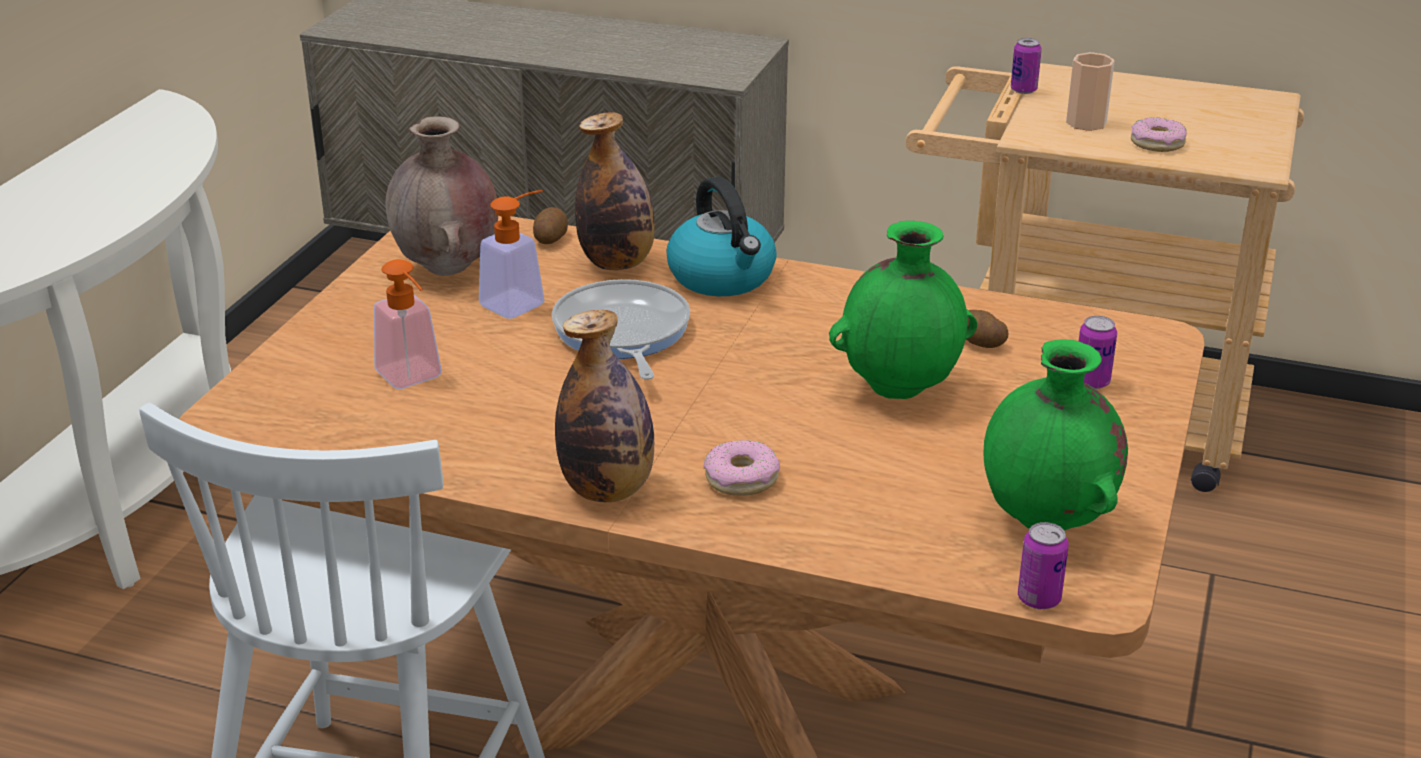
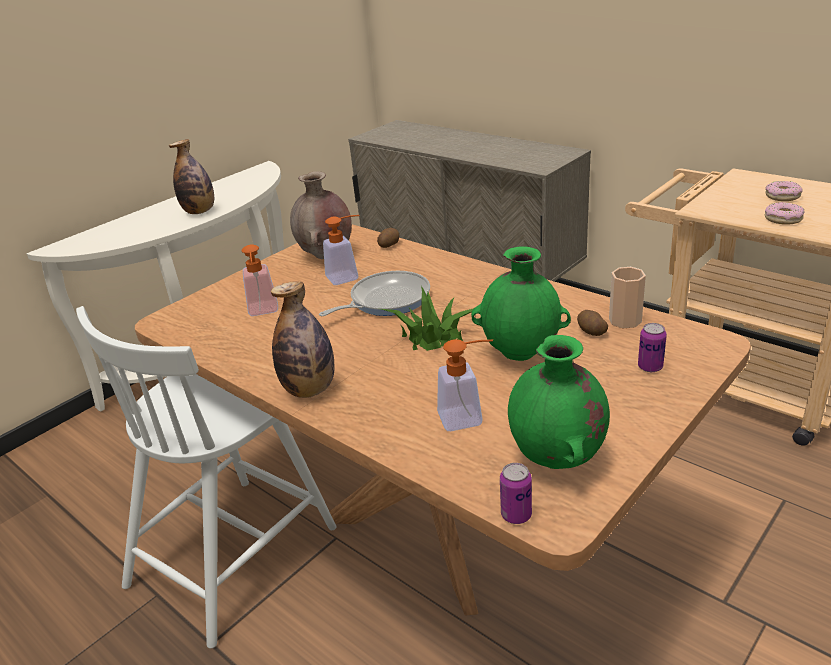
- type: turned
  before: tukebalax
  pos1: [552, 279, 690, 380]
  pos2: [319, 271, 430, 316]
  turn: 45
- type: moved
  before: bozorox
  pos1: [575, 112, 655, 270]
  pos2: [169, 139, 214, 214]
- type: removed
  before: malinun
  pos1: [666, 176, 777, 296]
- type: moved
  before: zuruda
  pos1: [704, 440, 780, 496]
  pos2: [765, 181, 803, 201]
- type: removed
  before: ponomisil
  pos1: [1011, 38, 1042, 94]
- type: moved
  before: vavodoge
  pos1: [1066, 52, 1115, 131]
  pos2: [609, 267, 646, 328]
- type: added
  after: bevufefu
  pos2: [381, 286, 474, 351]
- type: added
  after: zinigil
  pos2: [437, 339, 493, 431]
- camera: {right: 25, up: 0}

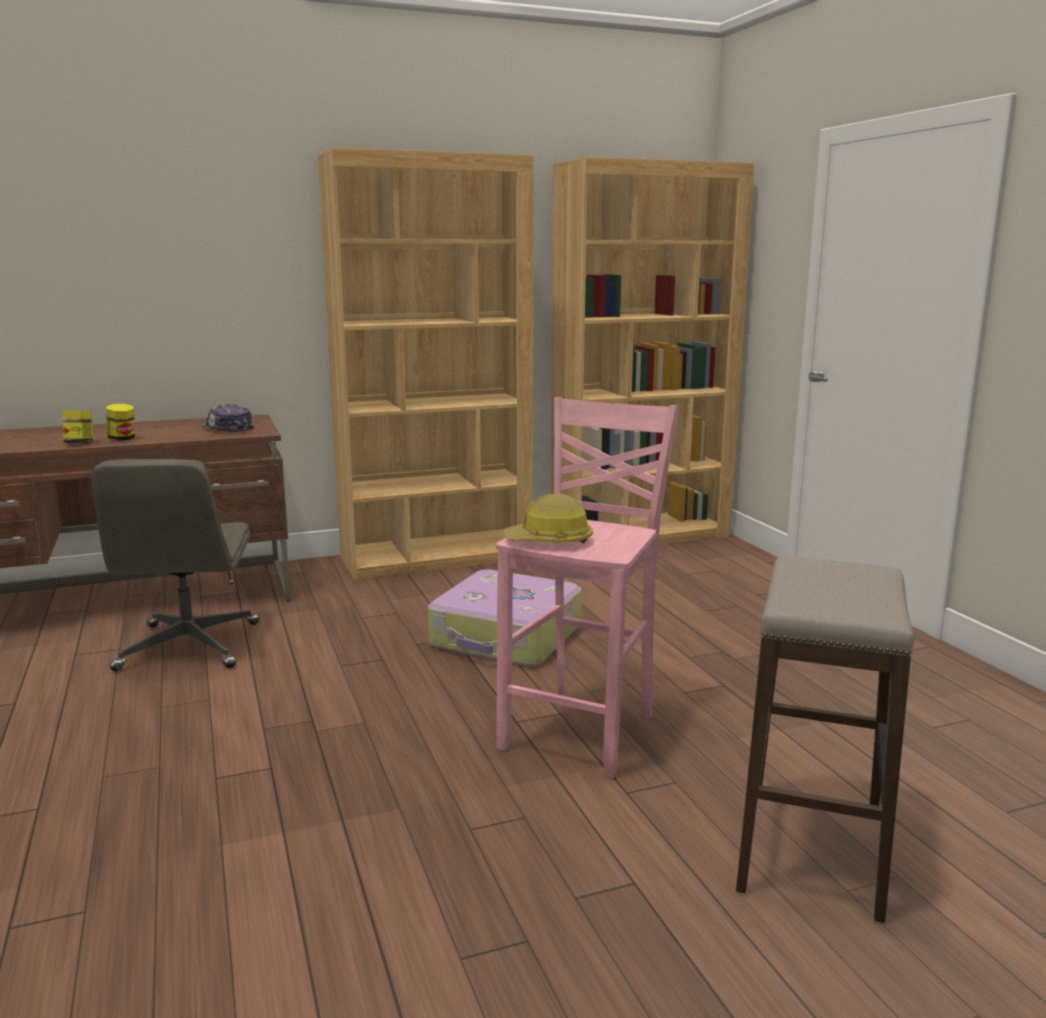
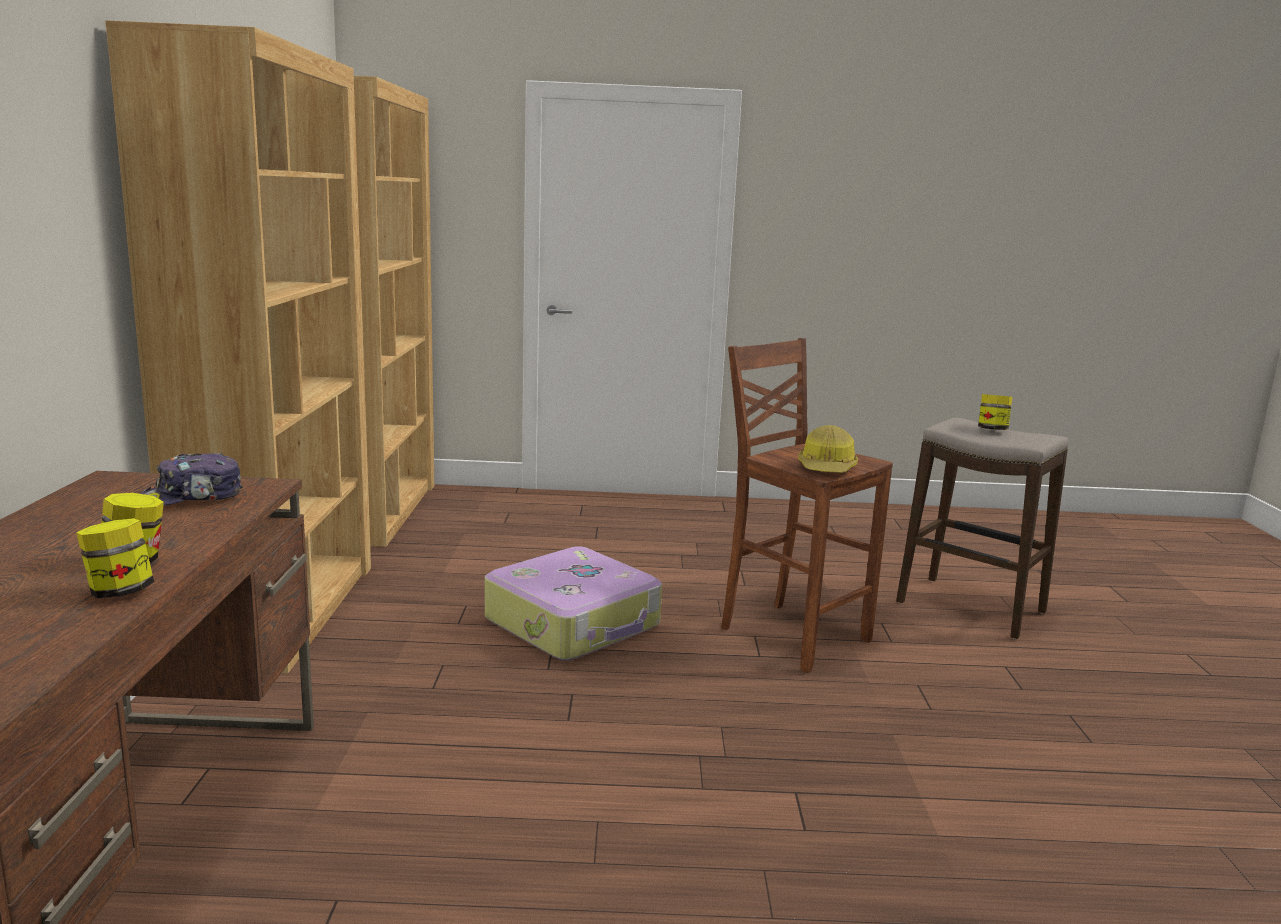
- type: removed
  before: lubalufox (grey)
  pos1: [91, 459, 259, 672]
- type: recoloured
  before: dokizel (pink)
  after: dokizel (brown)
  pos1: [496, 397, 679, 779]
  pos2: [721, 338, 893, 673]
- type: added
  after: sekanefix
  pos2: [978, 394, 1012, 430]
- camera: {right: -70, up: 0}

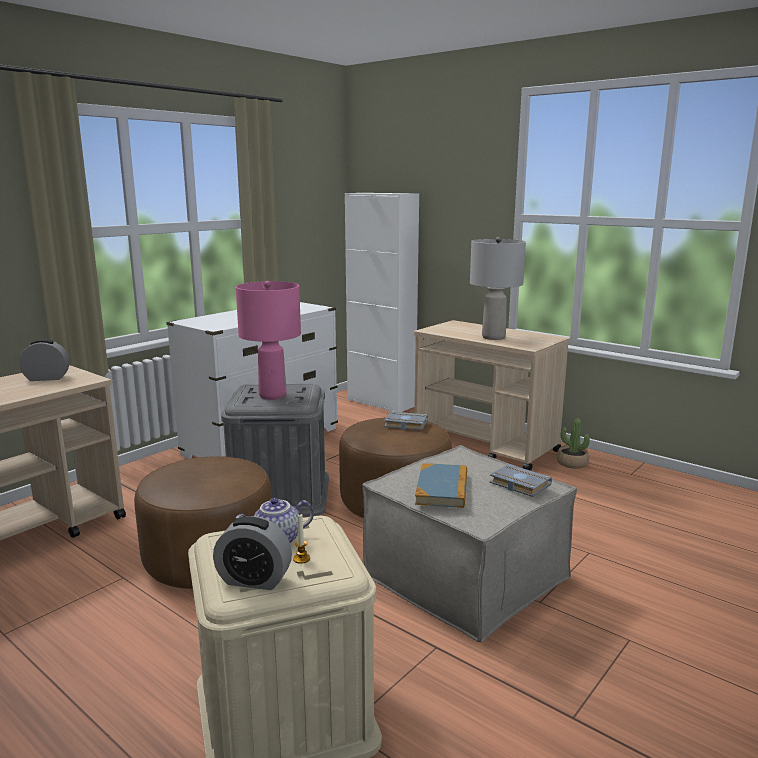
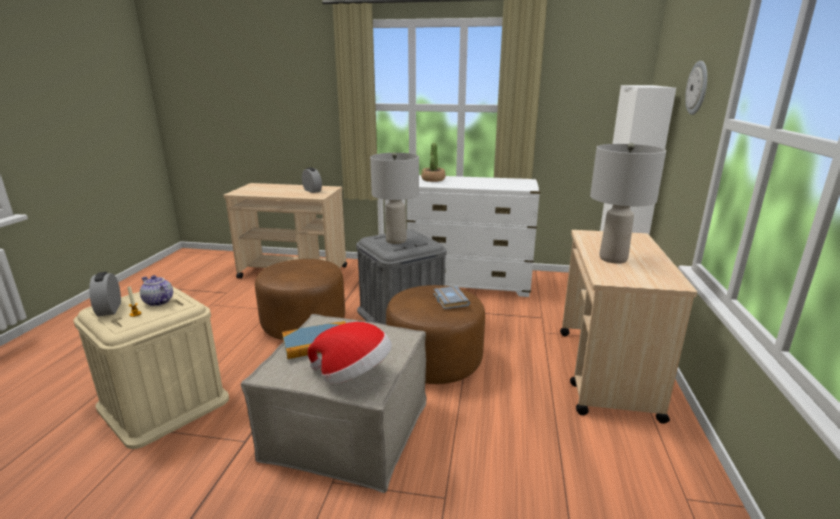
- type: recoloured
  before: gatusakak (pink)
  after: gatusakak (grey)
  pos1: [236, 281, 301, 400]
  pos2: [370, 152, 419, 244]
- type: replaced
  before: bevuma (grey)
  after: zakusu
  pos1: [489, 464, 552, 497]
  pos2: [307, 322, 392, 384]
- type: moved
  before: bevufefu
  pos1: [556, 418, 590, 469]
  pos2: [421, 143, 446, 182]
- type: added
  after: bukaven
  pos2: [685, 61, 707, 115]
- camera: {right: 60, up: 5}

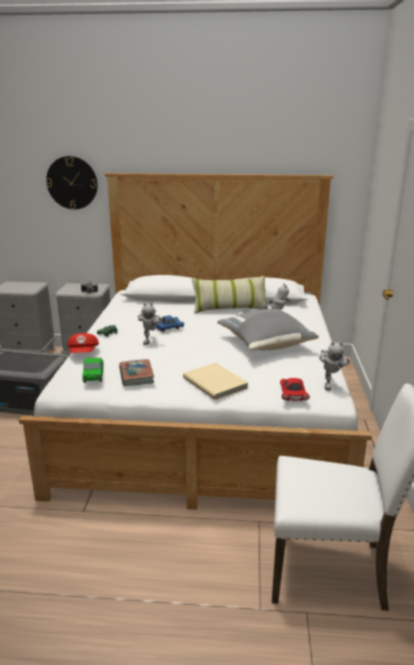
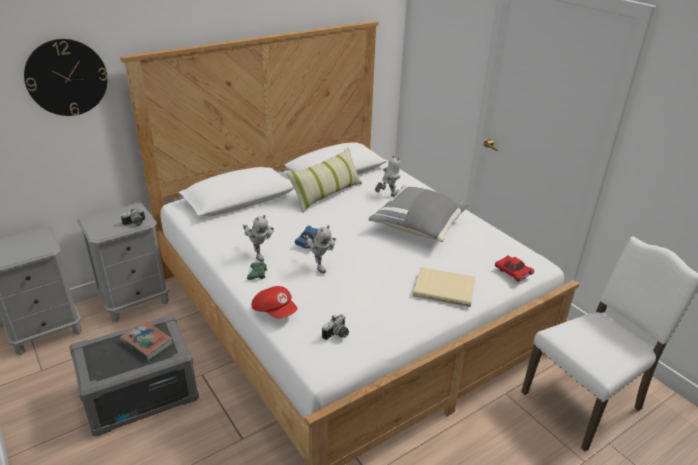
- type: replaced
  before: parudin
  after: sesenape
  pos1: [82, 358, 103, 383]
  pos2: [322, 314, 349, 340]
- type: moved
  before: bevuma
  pos1: [119, 359, 154, 386]
  pos2: [120, 321, 173, 361]
- type: moved
  before: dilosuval
  pos1: [319, 342, 350, 391]
  pos2: [243, 215, 274, 262]
- camera: {right: -40, up: 10}

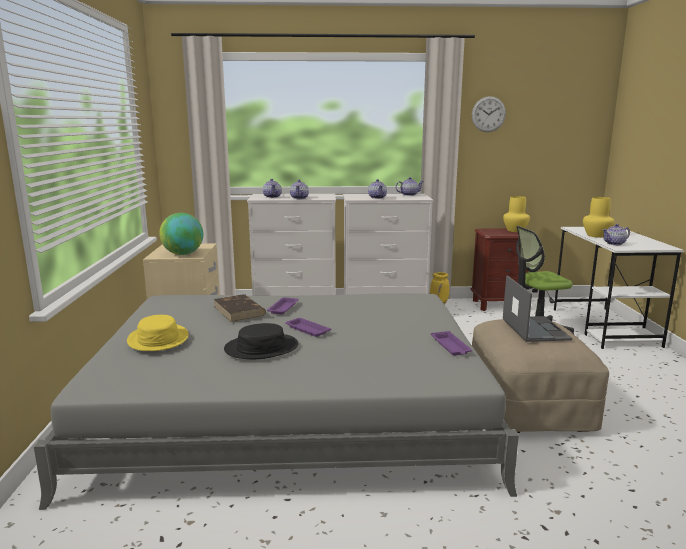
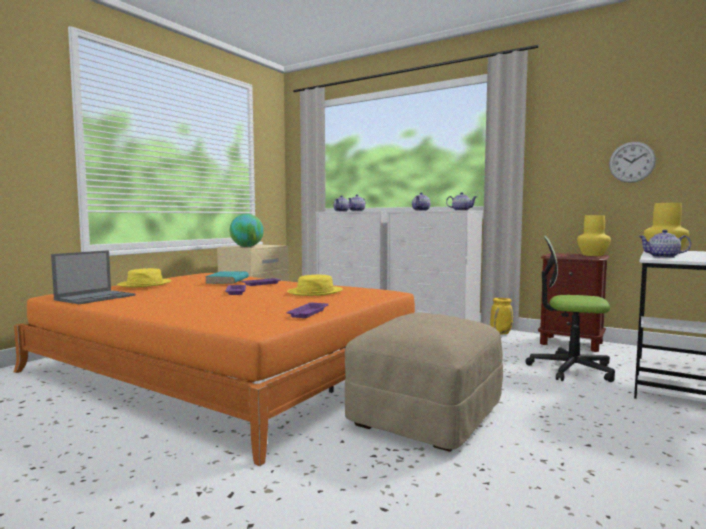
- type: recoloured
  before: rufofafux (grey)
  after: rufofafux (orange)
  pos1: [33, 293, 519, 510]
  pos2: [14, 273, 415, 466]
- type: recoloured
  before: bevuma (brown)
  after: bevuma (turquoise)
  pos1: [214, 294, 266, 322]
  pos2: [205, 271, 249, 284]
- type: removed
  before: zakusu (black)
  pos1: [224, 323, 299, 359]
- type: moved
  before: bukaven
  pos1: [472, 96, 506, 132]
  pos2: [609, 142, 656, 183]
- type: moved
  before: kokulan
  pos1: [503, 276, 573, 342]
  pos2: [51, 250, 135, 304]
- type: added
  after: zakusu (yellow)
  pos2: [287, 275, 343, 296]
- camera: {right: 35, up: -10}

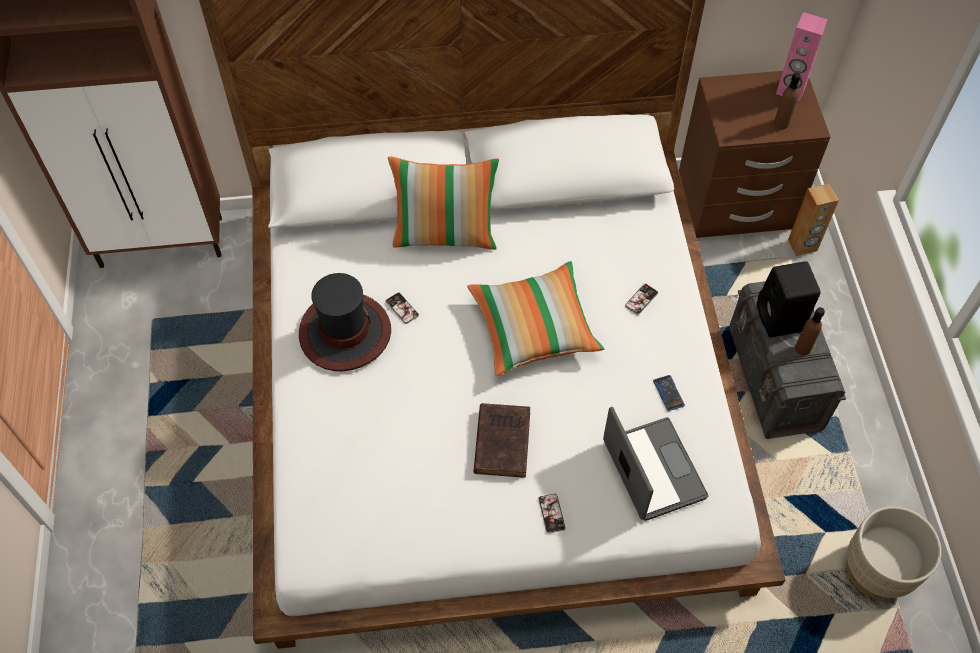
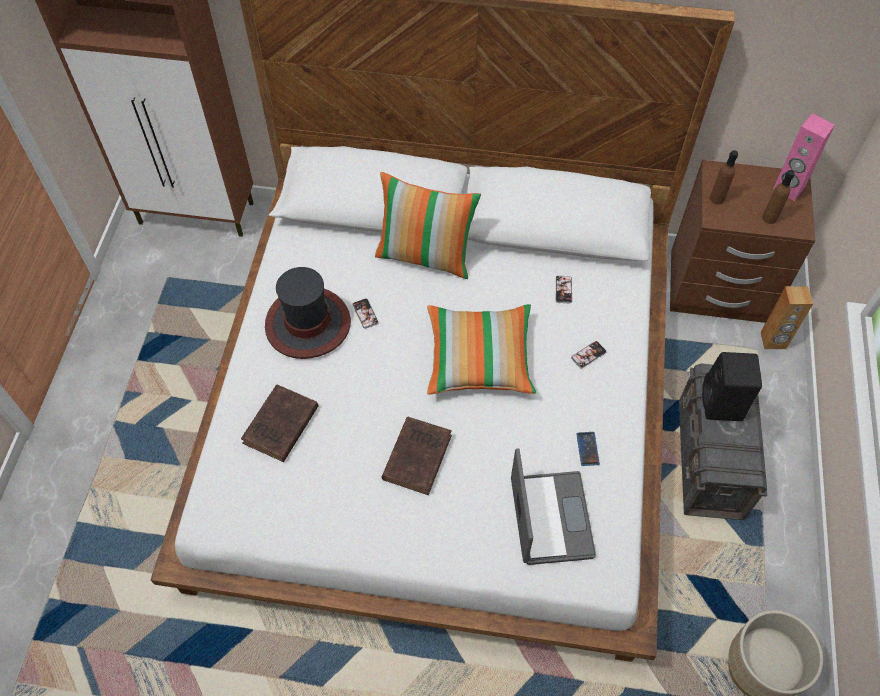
- type: moved
  before: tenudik
  pos1: [538, 494, 566, 533]
  pos2: [556, 276, 572, 303]
- type: moved
  before: bozorox (brown)
  pos1: [795, 307, 825, 356]
  pos2: [710, 150, 738, 205]
- type: added
  after: bevuma (brown)
  pos2: [241, 384, 319, 462]
- camera: {right: 15, up: 0}

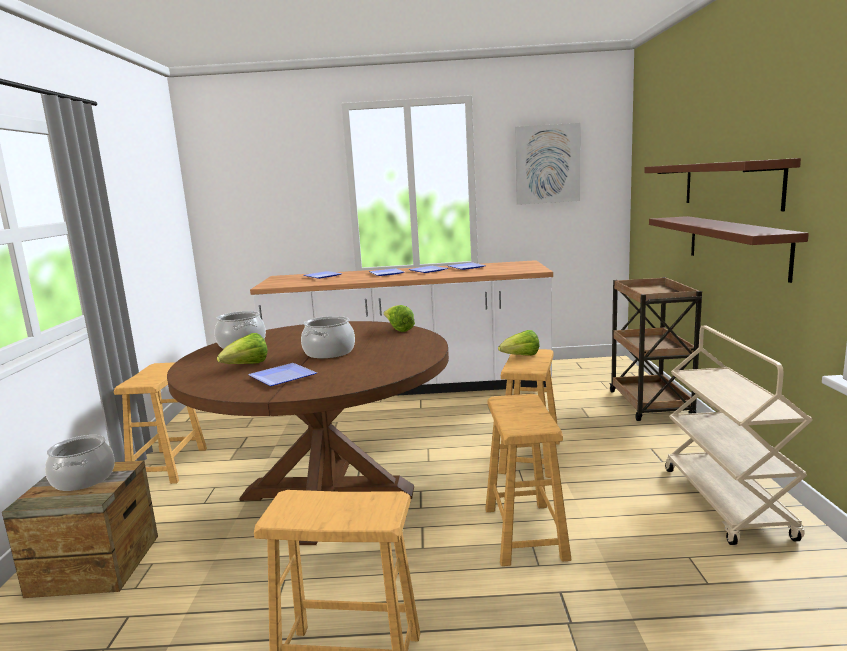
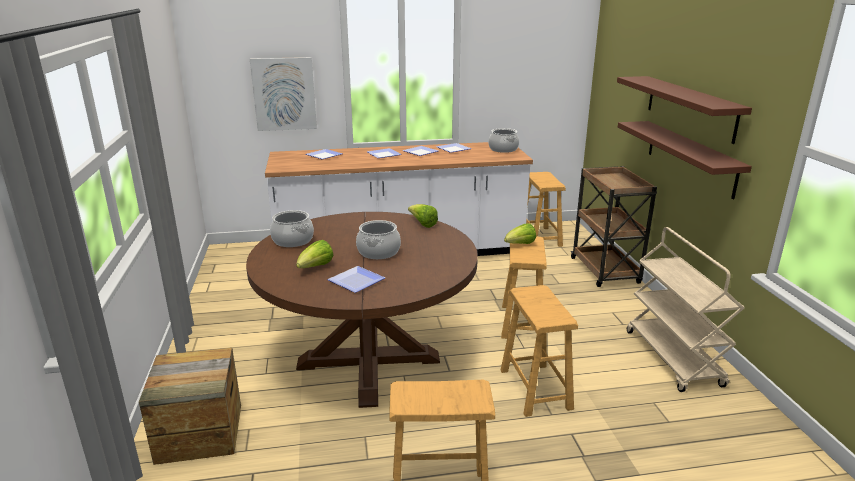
- type: moved
  before: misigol
  pos1: [45, 435, 115, 491]
  pos2: [489, 128, 519, 153]
- type: moved
  before: dokizel (brown)
  pos1: [114, 362, 207, 484]
  pos2: [526, 172, 566, 247]
- type: moved
  before: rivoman
  pos1: [515, 123, 580, 205]
  pos2: [250, 57, 317, 131]
- camera: {right: -10, up: 10}

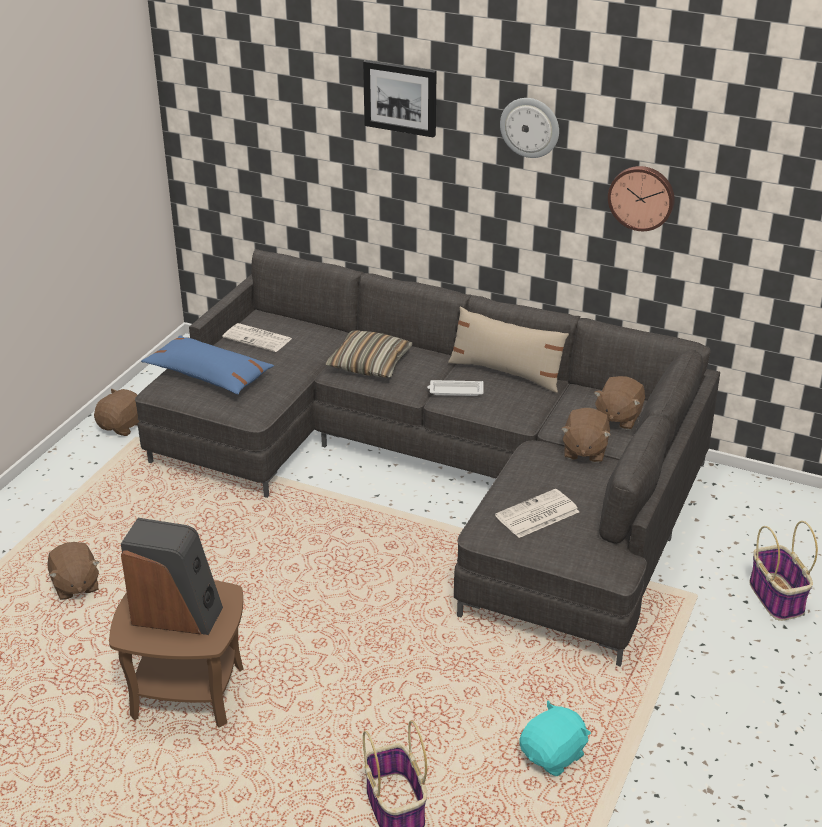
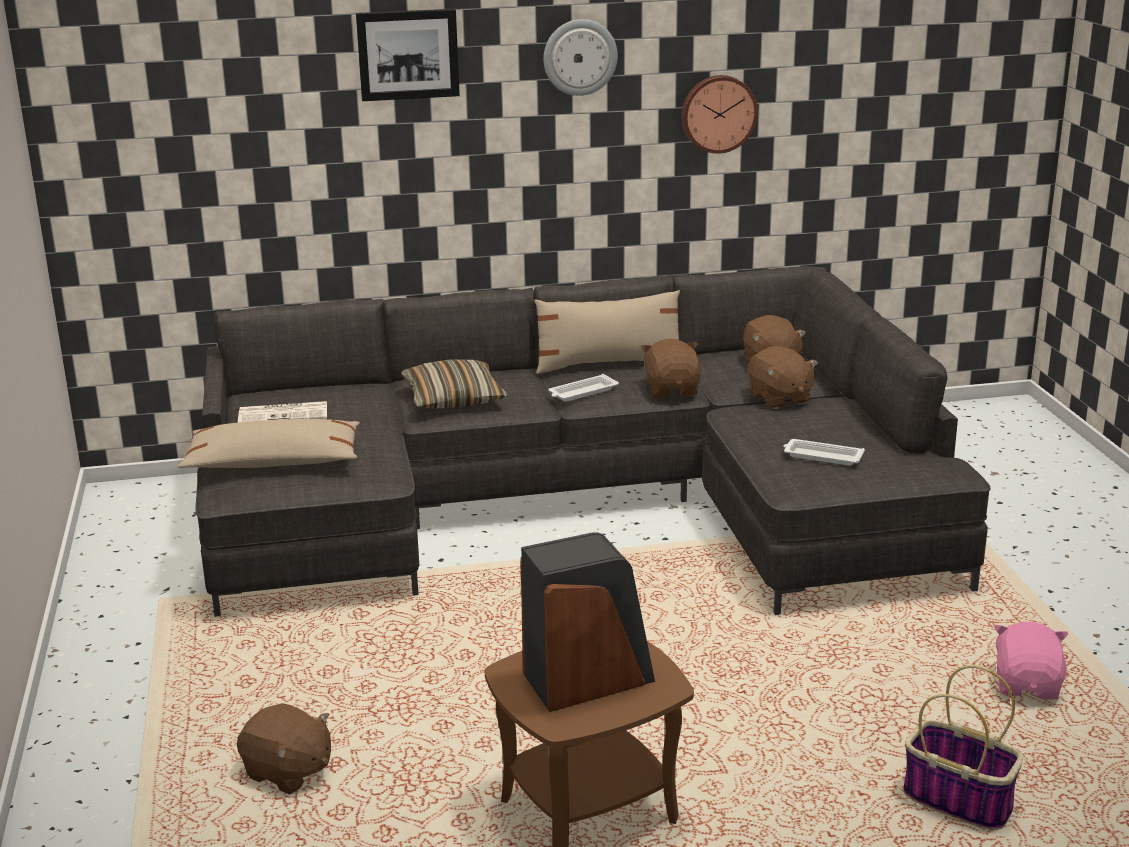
- type: moved
  before: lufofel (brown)
  pos1: [94, 388, 139, 436]
  pos2: [641, 339, 702, 398]
- type: recoloured
  before: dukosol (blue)
  after: dukosol (beige)
  pos1: [141, 335, 274, 395]
  pos2: [178, 419, 360, 468]
- type: replaced
  before: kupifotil
  after: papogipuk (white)
  pos1: [495, 489, 579, 538]
  pos2: [783, 439, 865, 466]
- type: recoloured
  before: lufofel (turquoise)
  after: lufofel (pink)
  pos1: [519, 701, 591, 776]
  pos2: [994, 622, 1068, 700]
- type: removed
  before: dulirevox
  pos1: [749, 521, 818, 621]
- camera: {right: -35, up: -10}

